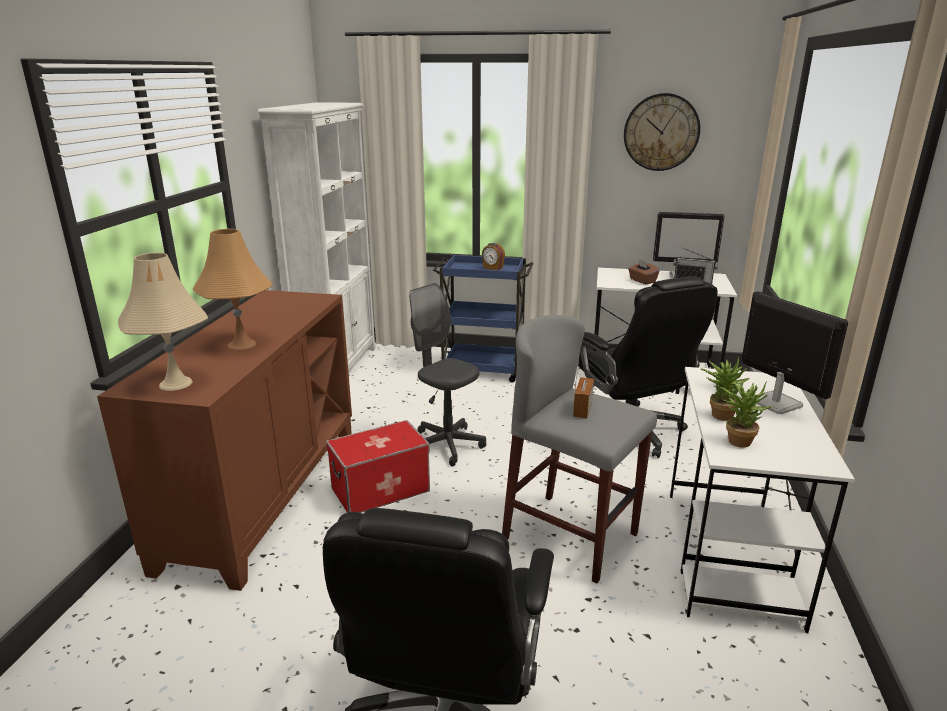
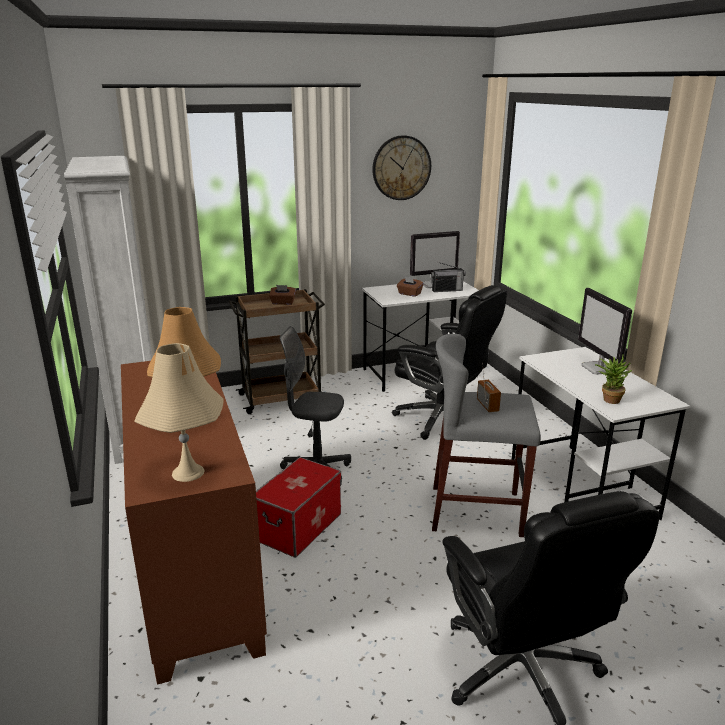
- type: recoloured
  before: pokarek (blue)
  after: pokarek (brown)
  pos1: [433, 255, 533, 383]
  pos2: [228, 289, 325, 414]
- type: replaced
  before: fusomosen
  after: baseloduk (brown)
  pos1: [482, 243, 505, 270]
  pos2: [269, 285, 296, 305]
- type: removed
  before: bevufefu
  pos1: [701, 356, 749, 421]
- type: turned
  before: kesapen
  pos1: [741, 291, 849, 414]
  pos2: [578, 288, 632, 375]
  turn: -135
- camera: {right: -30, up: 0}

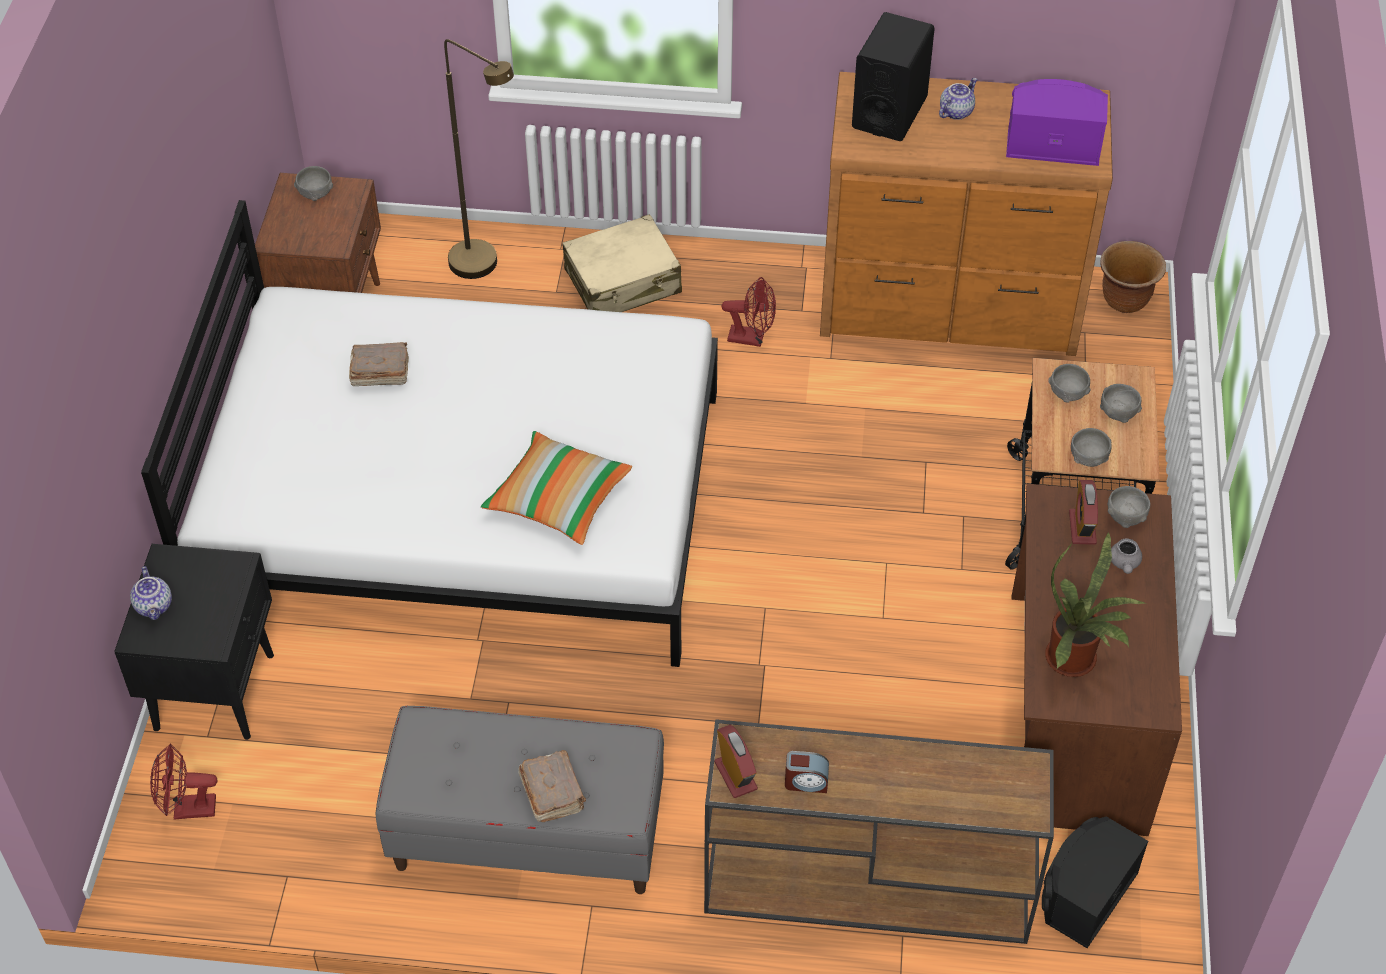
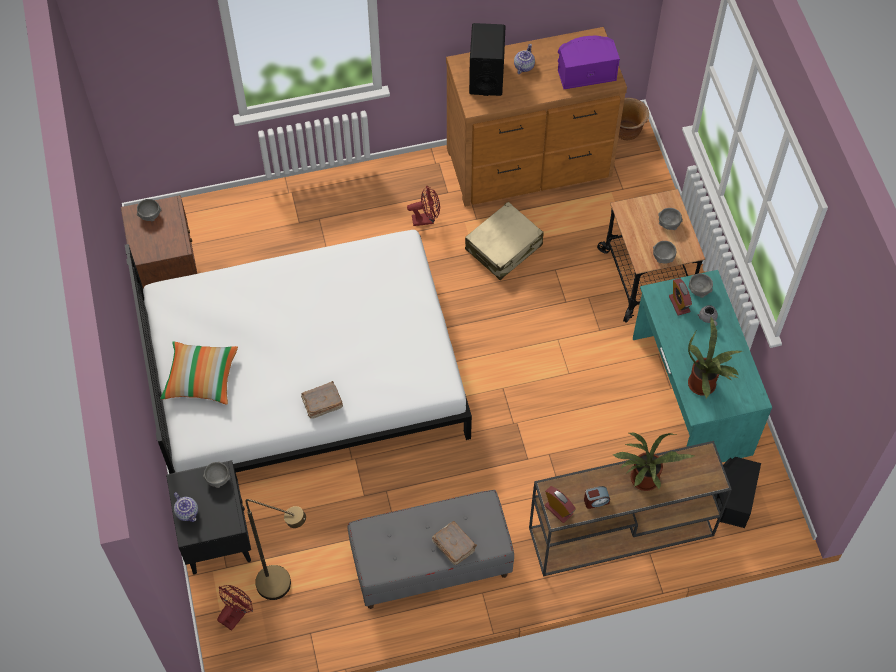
- type: turned
  before: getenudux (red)
  pos1: [150, 744, 217, 820]
  pos2: [217, 585, 253, 631]
  turn: 150
- type: moved
  before: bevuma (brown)
  pos1: [349, 342, 409, 386]
  pos2: [301, 381, 343, 419]
- type: moved
  before: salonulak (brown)
  pos1: [444, 39, 514, 279]
  pos2: [246, 499, 306, 600]
- type: moved
  before: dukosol
  pos1: [481, 431, 632, 545]
  pos2: [160, 341, 238, 405]
- type: moved
  before: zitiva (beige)
  pos1: [563, 215, 682, 312]
  pos2: [465, 202, 544, 280]
- type: recoloured
  before: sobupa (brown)
  after: sobupa (turquoise)
  pos1: [1011, 484, 1182, 836]
  pos2: [633, 270, 772, 462]
- type: moved
  before: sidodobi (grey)
  pos1: [1048, 364, 1091, 403]
  pos2: [203, 462, 230, 488]
- type: added
  after: bevufefu
  pos2: [613, 433, 694, 491]
- camera: {right: -20, up: 10}

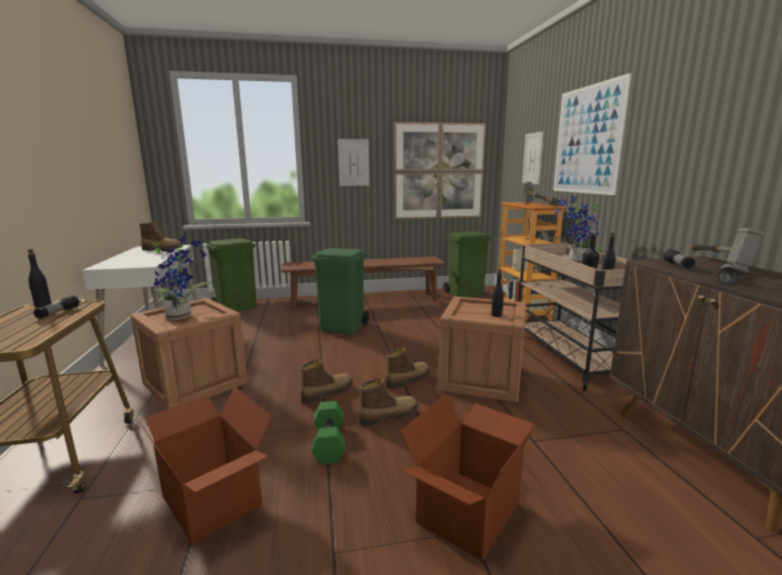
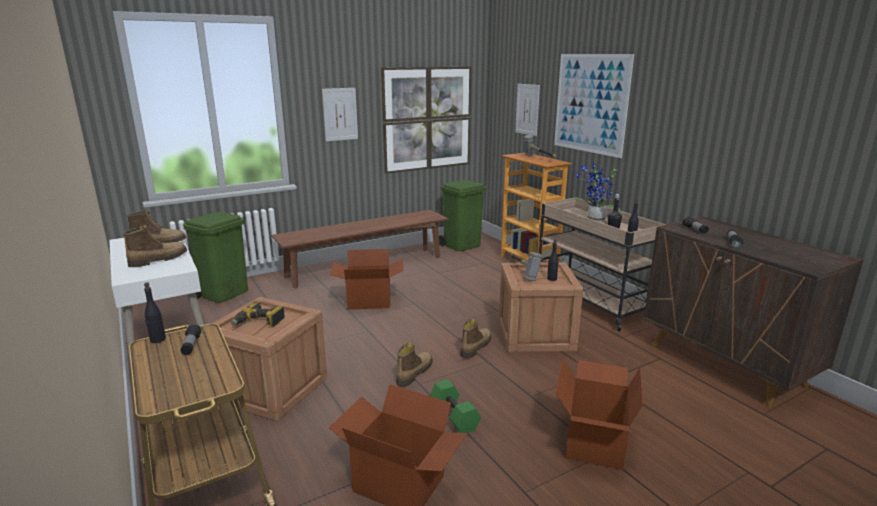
- type: replaced
  before: bevufefu
  after: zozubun
  pos1: [151, 236, 212, 320]
  pos2: [231, 301, 285, 327]
- type: replaced
  before: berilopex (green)
  after: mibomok
  pos1: [312, 248, 369, 334]
  pos2: [330, 249, 403, 310]
- type: moved
  before: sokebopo
  pos1: [359, 378, 418, 426]
  pos2: [123, 225, 187, 267]
- type: moved
  before: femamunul
  pos1: [690, 228, 764, 273]
  pos2: [510, 252, 542, 281]
- camera: {right: -20, up: 5}

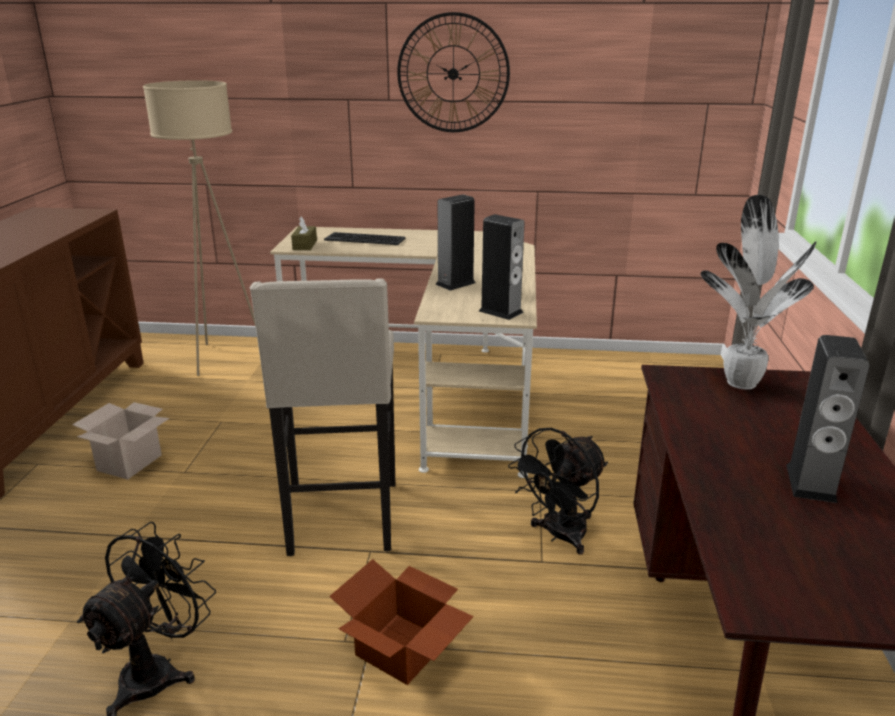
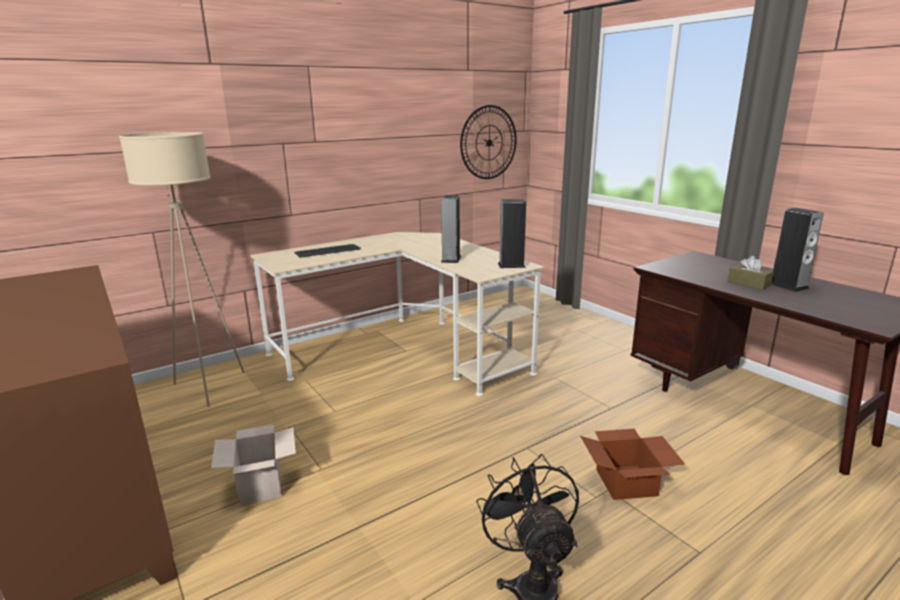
- type: removed
  before: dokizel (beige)
  pos1: [250, 278, 396, 556]
- type: moved
  before: baseloduk (brown)
  pos1: [291, 217, 317, 250]
  pos2: [728, 256, 774, 290]
- type: moved
  before: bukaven
  pos1: [397, 12, 510, 132]
  pos2: [460, 105, 517, 179]
- type: removed
  before: getenudux (black)
  pos1: [508, 428, 608, 554]
- type: removed
  before: bevufefu
  pos1: [700, 195, 816, 390]
- camera: {right: -40, up: -5}

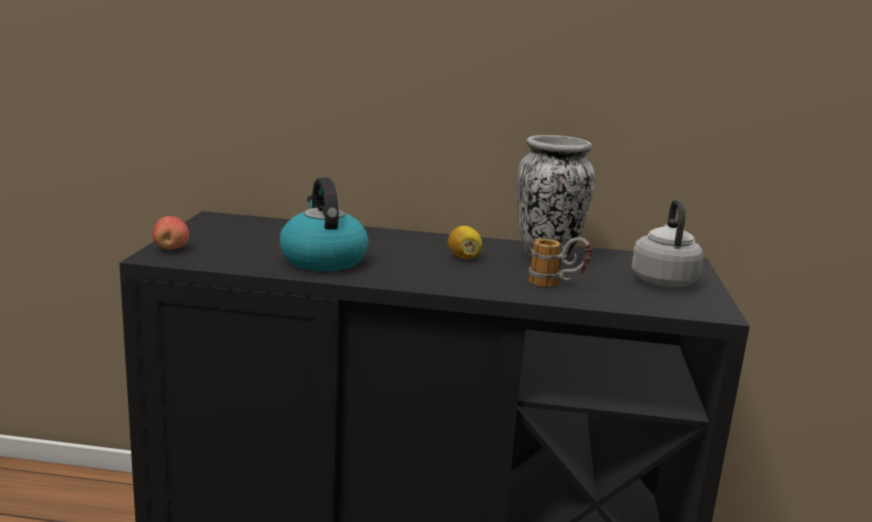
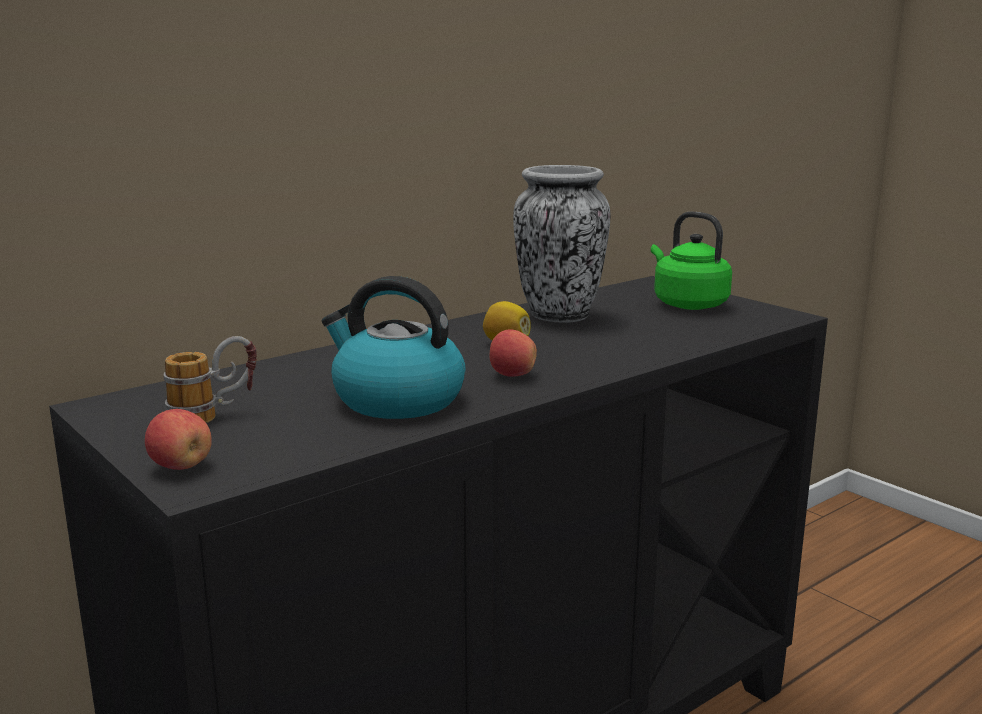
- type: moved
  before: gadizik
  pos1: [529, 237, 592, 287]
  pos2: [163, 336, 257, 423]
- type: recoloured
  before: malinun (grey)
  after: malinun (green)
  pos1: [631, 199, 703, 287]
  pos2: [651, 212, 732, 310]
- type: added
  after: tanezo
  pos2: [490, 329, 537, 377]
- camera: {right: -45, up: 0}

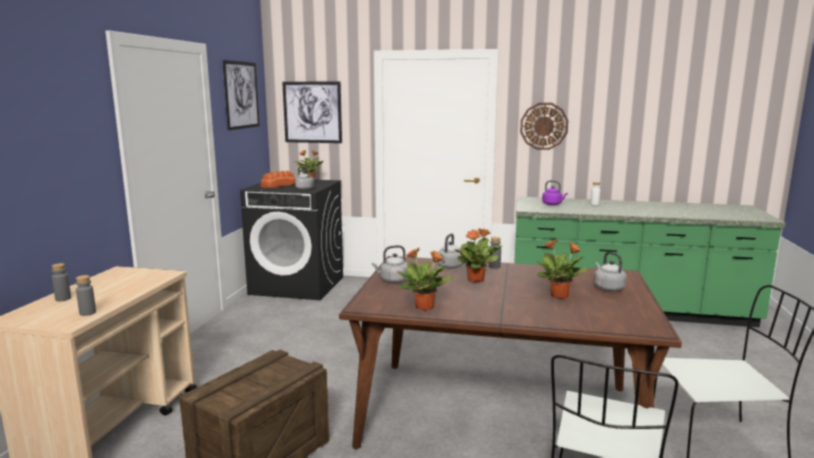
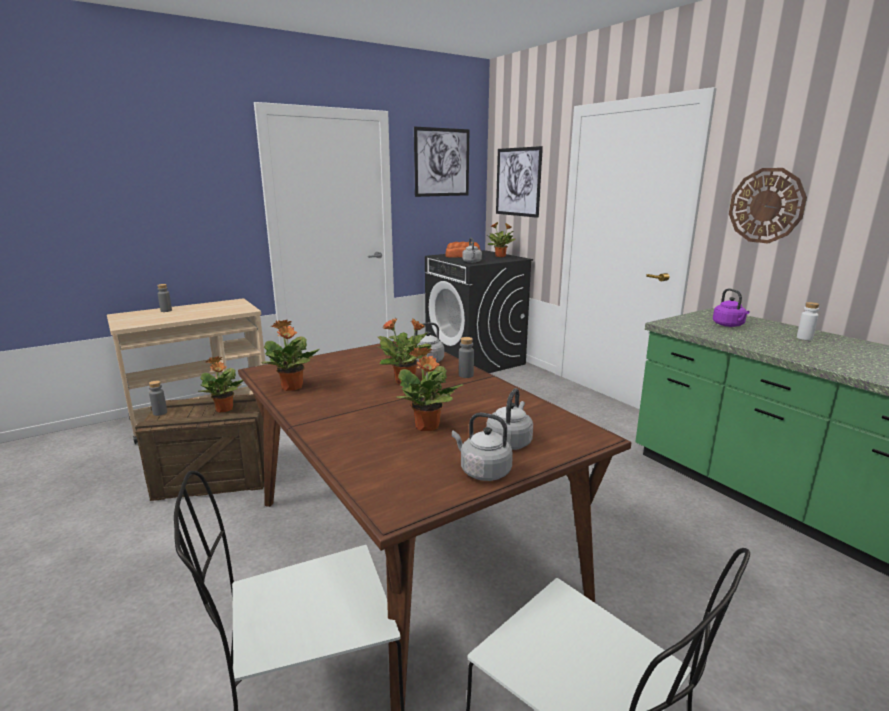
- type: moved
  before: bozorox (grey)
  pos1: [76, 275, 96, 316]
  pos2: [149, 381, 167, 416]
- type: moved
  before: malinun (grey)
  pos1: [372, 245, 408, 283]
  pos2: [452, 412, 513, 481]
- type: added
  after: bevufefu
  pos2: [198, 356, 243, 413]
- camera: {right: 45, up: 5}

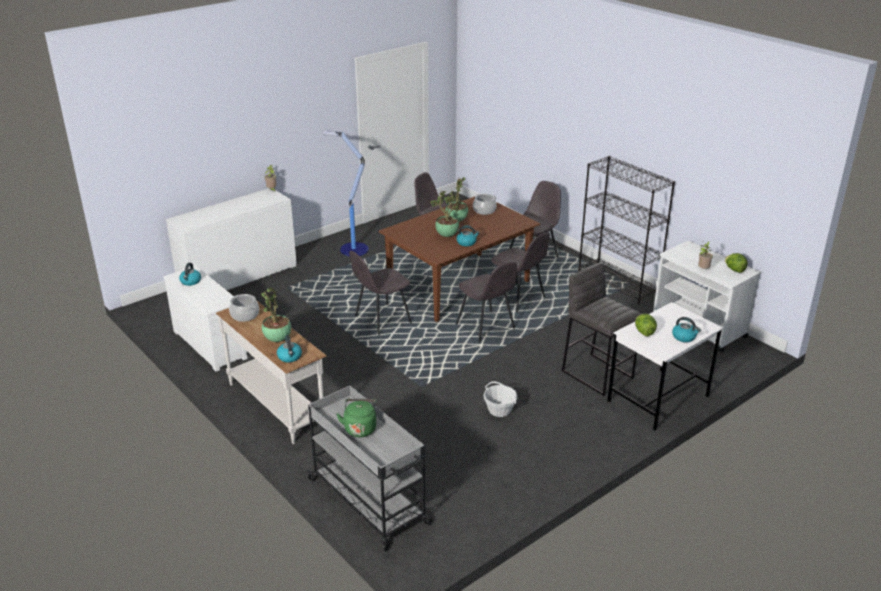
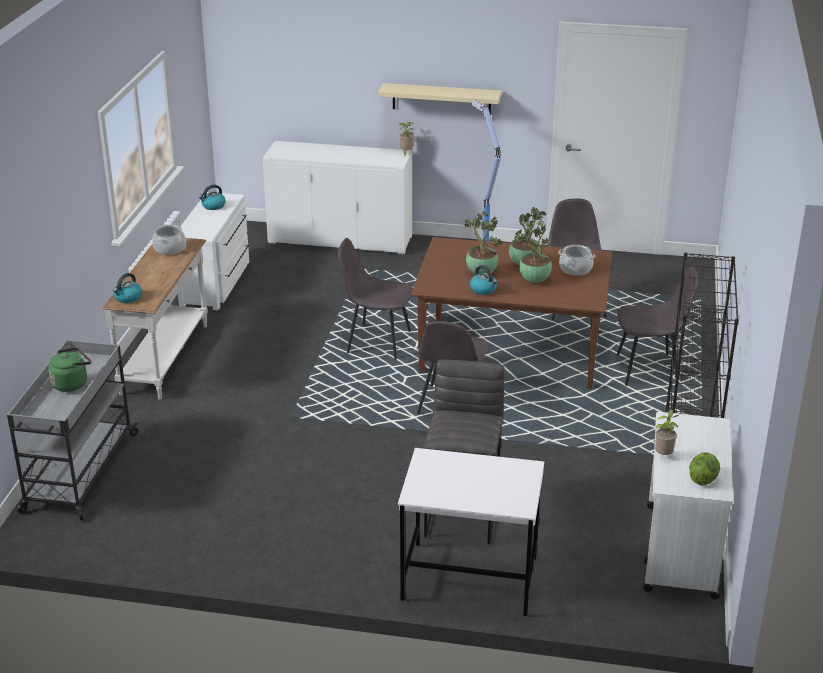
- type: moved
  before: bevufefu
  pos1: [261, 287, 291, 342]
  pos2: [516, 219, 552, 283]
- type: removed
  before: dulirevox
  pos1: [484, 381, 517, 417]
- type: removed
  before: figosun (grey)
  pos1: [491, 232, 550, 312]
- type: removed
  before: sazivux
  pos1: [635, 314, 657, 336]
- type: removed
  before: malinun
  pos1: [672, 317, 701, 342]
- type: added
  after: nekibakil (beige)
  pos2: [378, 83, 502, 115]
- camera: {right: 50, up: 0}

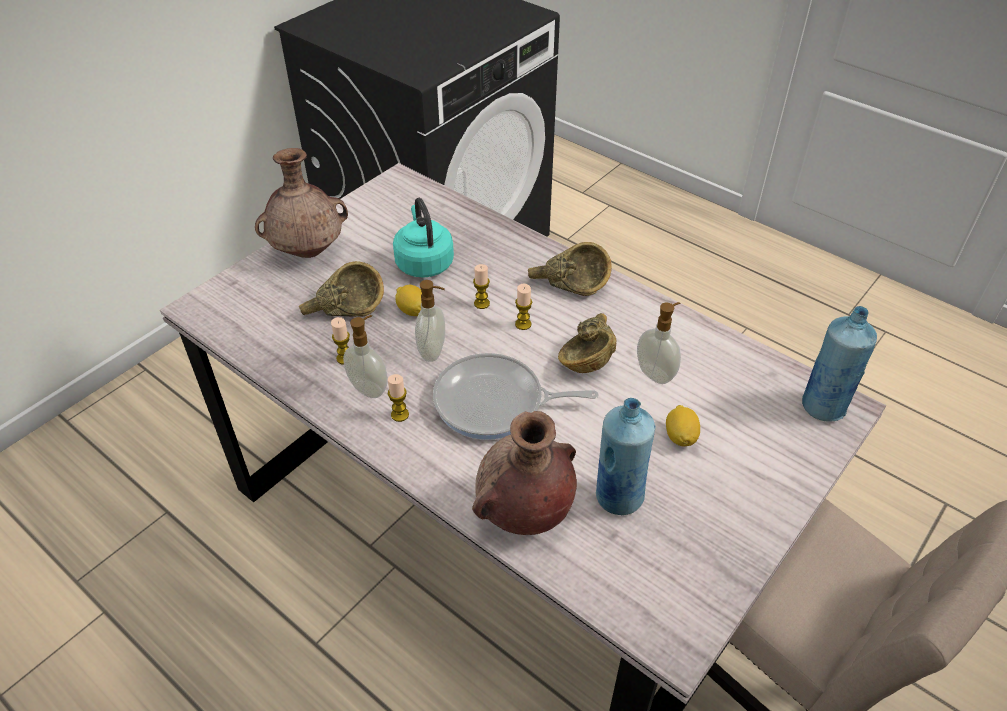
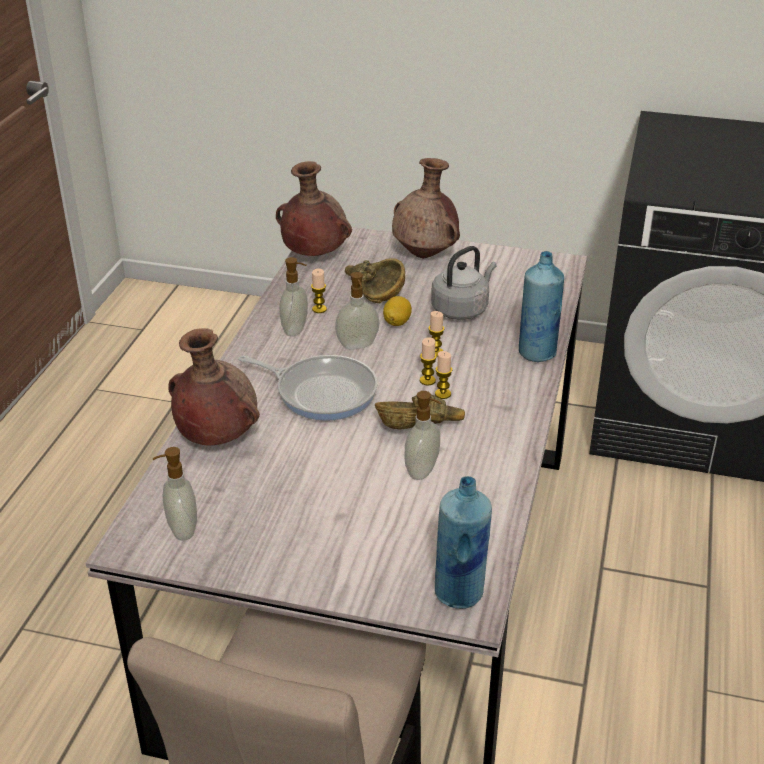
- type: moved
  before: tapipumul
  pos1: [388, 374, 409, 422]
  pos2: [435, 351, 452, 399]
- type: recoloured
  before: malinun (turquoise)
  after: malinun (grey)
  pos1: [393, 198, 454, 278]
  pos2: [431, 246, 496, 320]
- type: turned
  before: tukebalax
  pos1: [433, 353, 599, 440]
  pos2: [238, 355, 378, 421]
  turn: 135
- type: removed
  before: sidodobi (brown)
  pos1: [528, 242, 612, 296]
- type: moved
  before: bozorox (blue)
  pos1: [596, 398, 656, 515]
  pos2: [519, 251, 564, 362]
- type: removed
  before: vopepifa
  pos1: [666, 405, 700, 447]
- type: added
  after: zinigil
  pos2: [153, 447, 197, 541]
- type: added
  after: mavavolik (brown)
  pos2: [276, 161, 352, 256]
- camera: {right: 65, up: -10}

